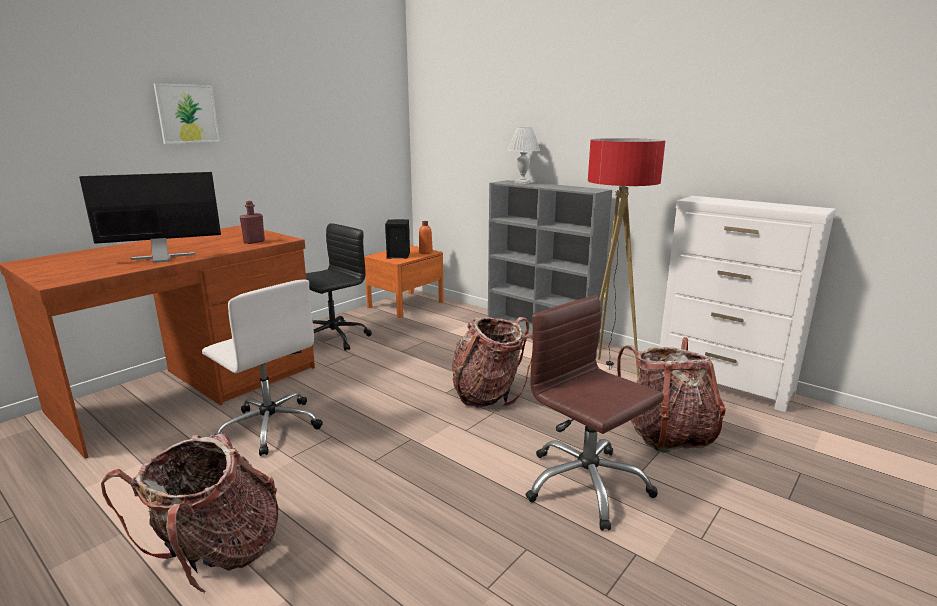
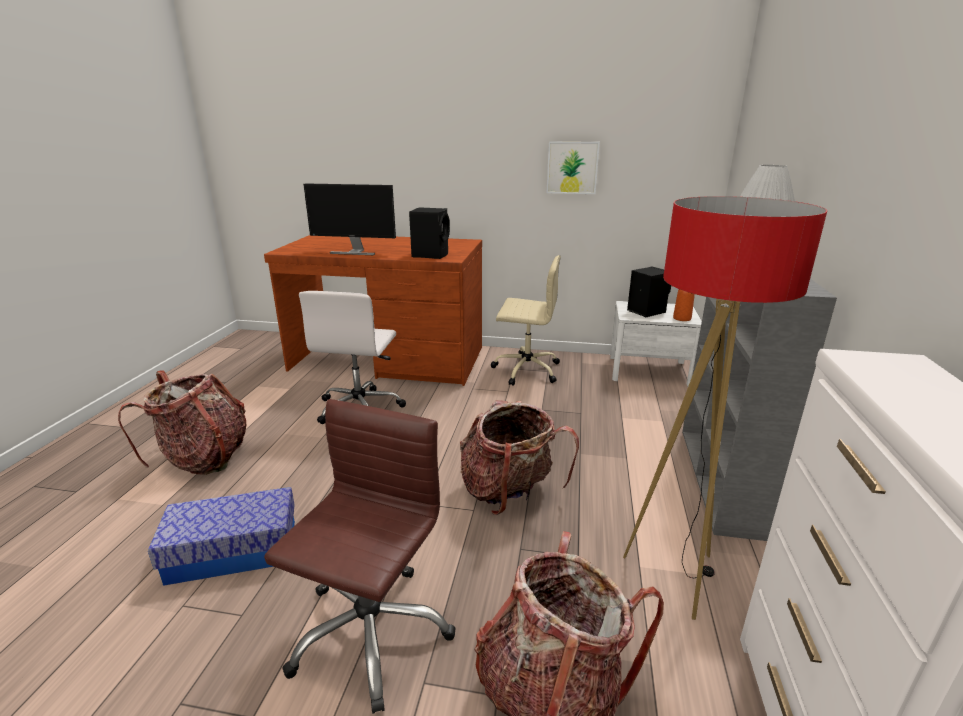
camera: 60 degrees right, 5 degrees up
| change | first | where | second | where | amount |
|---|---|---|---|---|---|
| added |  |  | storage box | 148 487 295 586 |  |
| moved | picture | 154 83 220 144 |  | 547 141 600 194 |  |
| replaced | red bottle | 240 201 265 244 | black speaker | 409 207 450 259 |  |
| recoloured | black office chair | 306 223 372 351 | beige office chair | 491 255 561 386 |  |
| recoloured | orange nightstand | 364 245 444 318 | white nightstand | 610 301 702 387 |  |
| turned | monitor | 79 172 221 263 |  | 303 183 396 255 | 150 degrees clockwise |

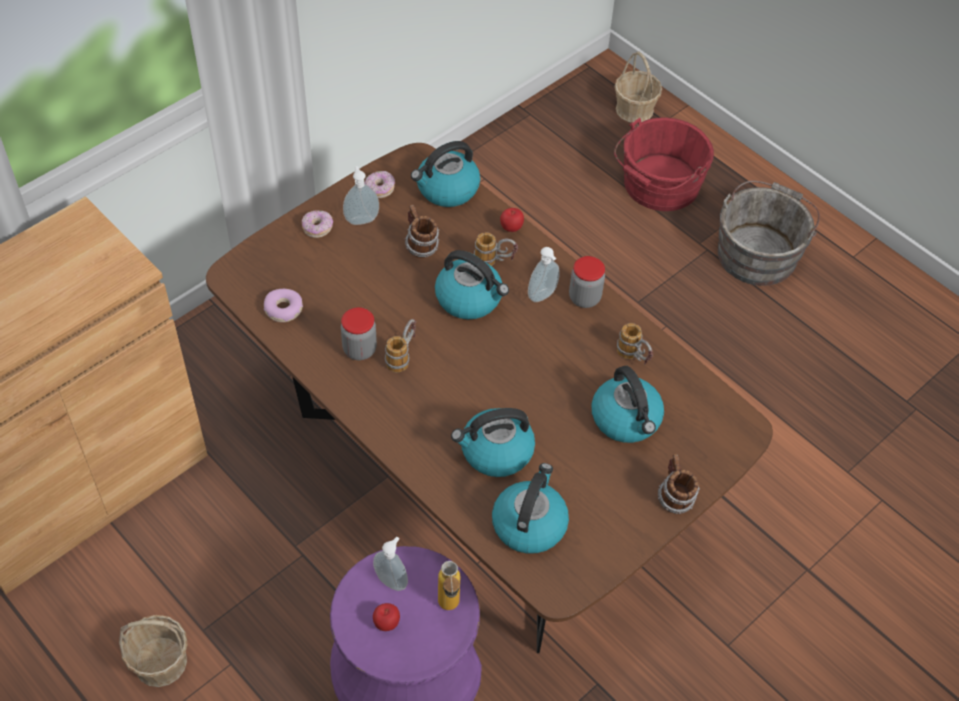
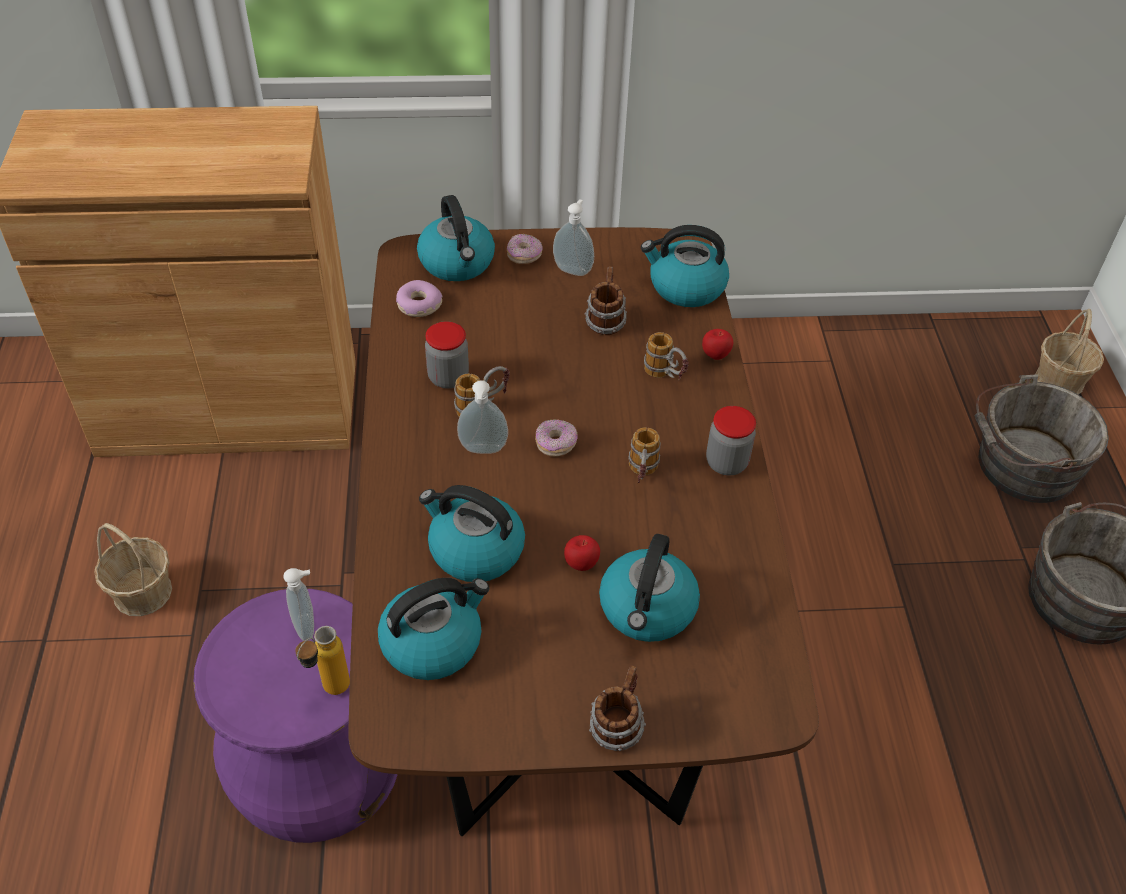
camera: 40 degrees right, 5 degrees down
| change | first | where | second | where | amount |
|---|---|---|---|---|---|
| moved | donut | 365 171 395 198 |  | 535 419 578 457 |  |
| moved | apple | 373 603 400 631 |  | 564 535 600 571 |  |
| moved | kettle | 435 250 509 319 |  | 417 195 495 281 |  |
| moved | soap dispenser | 528 247 560 302 |  | 457 380 508 454 |  |
| moved | mug | 617 323 653 365 |  | 628 427 661 483 |  |
| recoloured | red bucket | 614 117 714 211 | grey bucket | 975 374 1108 503 |  |

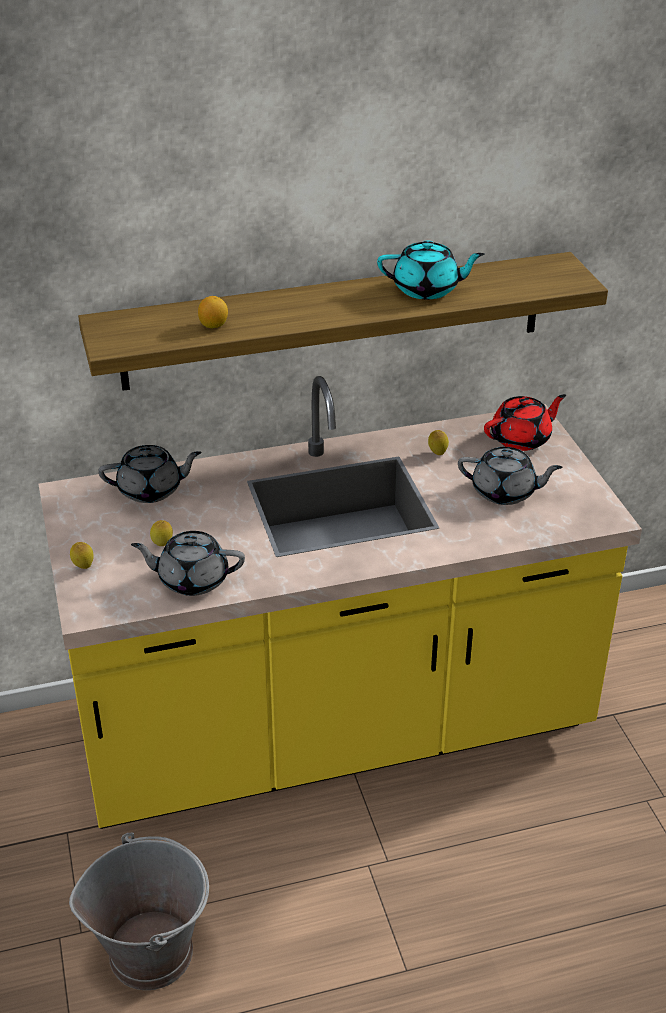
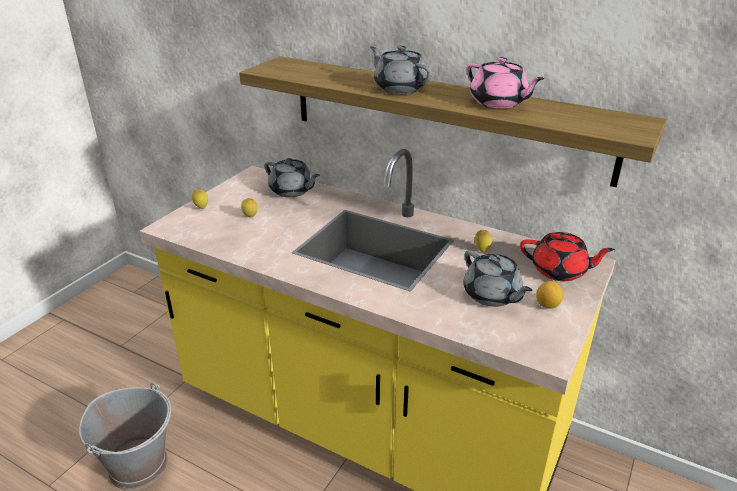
camera: 45 degrees right, 5 degrees down
| change | first | where | second | where | amount |
|---|---|---|---|---|---|
| moved | grey teapot | 131 531 245 596 |  | 370 45 432 94 |  |
| moved | lemon | 198 296 228 328 |  | 536 281 563 309 |  |
| recoloured | turquoise teapot | 377 240 484 299 | pink teapot | 466 57 545 109 |  |

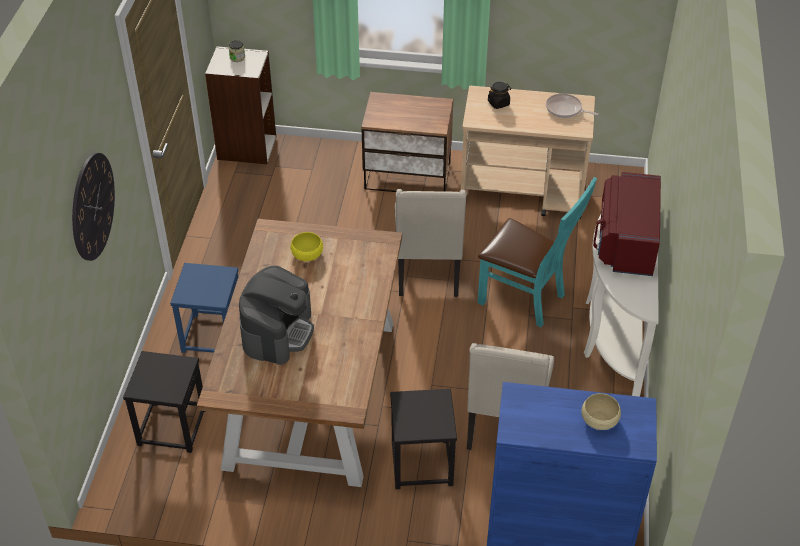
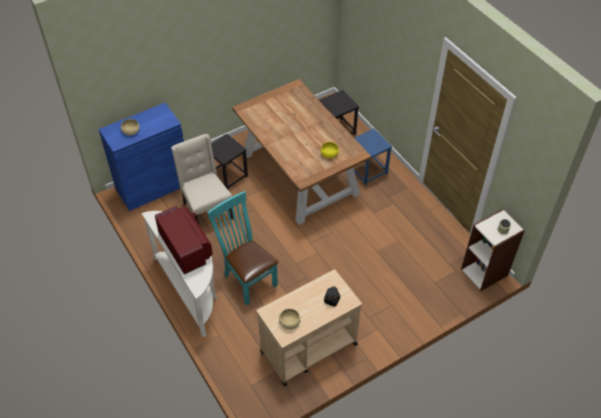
camera: 140 degrees right, 5 degrees up
| change | first | where | second | where | amount |
|---|---|---|---|---|---|
| removed | wall clock | 72 153 115 261 |  |  |  |
| removed | coffee machine | 239 266 314 365 |  |  |  |
| removed | nightstand | 361 92 453 192 |  |  |  |
| removed | beige chair | 395 189 466 297 |  |  |  |
| replaced | frying pan | 546 94 598 118 | beige bowl | 279 309 301 330 |  |
| turned | turquoise chair | 478 177 597 327 |  | 207 191 278 305 | 60 degrees clockwise |

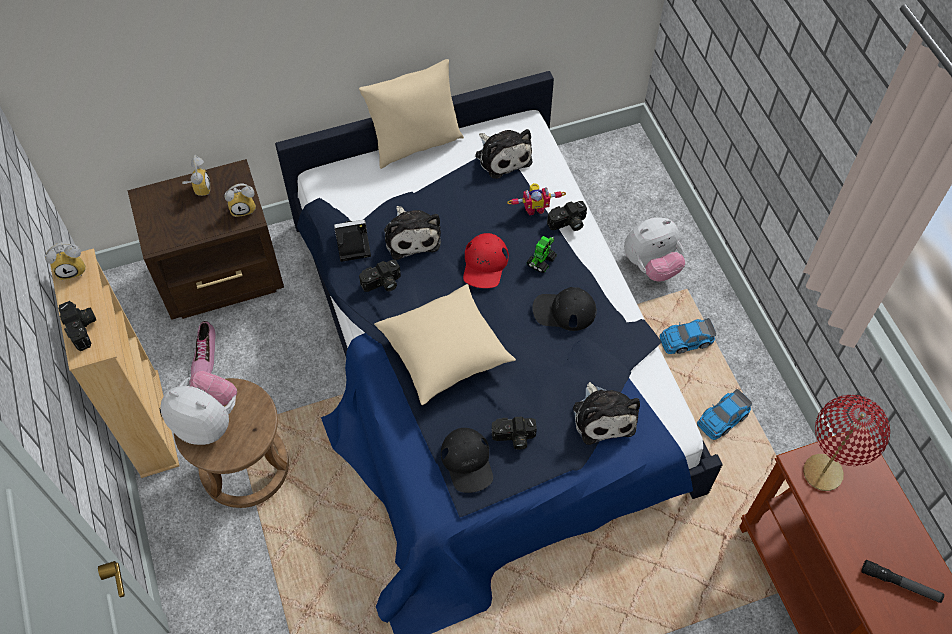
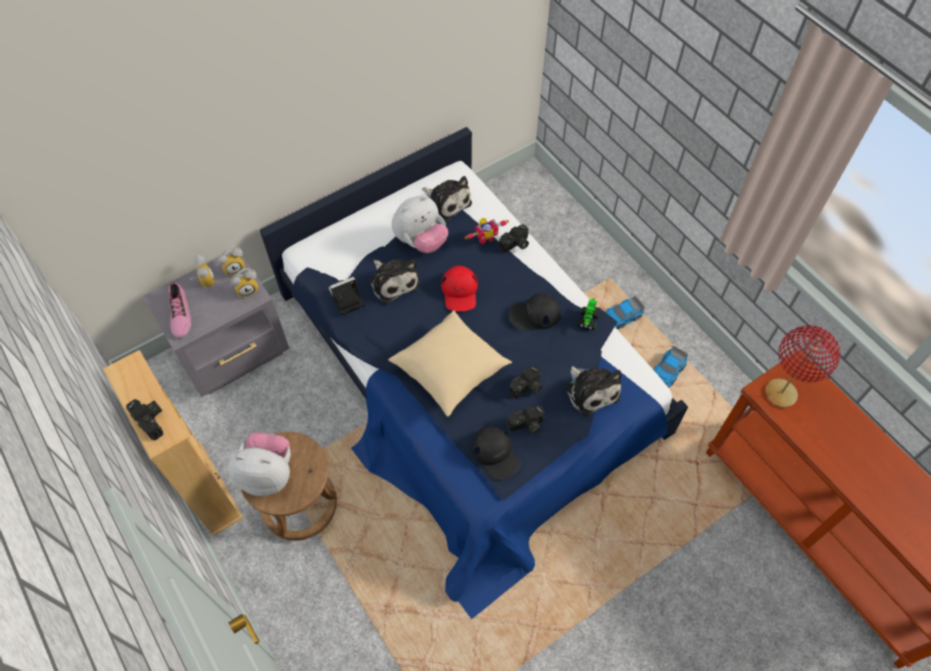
camera: 15 degrees left, 0 degrees up
| change | first | where | second | where | amount |
|---|---|---|---|---|---|
| removed | beige pillow | 359 59 464 169 |  |  |  |
| removed | flashlight | 861 560 944 603 |  |  |  |
| moved | alarm clock | 45 242 86 280 |  | 218 246 245 277 |  |
| moved | shoe | 191 321 216 376 |  | 169 282 191 338 |  |
| moved | photo camera | 359 260 401 292 |  | 509 365 542 399 |  |
| moved | toy robot | 526 236 557 273 |  | 577 298 600 330 |  |
| moved | plush toy | 624 217 685 282 |  | 392 196 448 253 |  |
| recoloured | brown nightstand | 128 159 284 320 | grey nightstand | 142 252 289 397 |  |

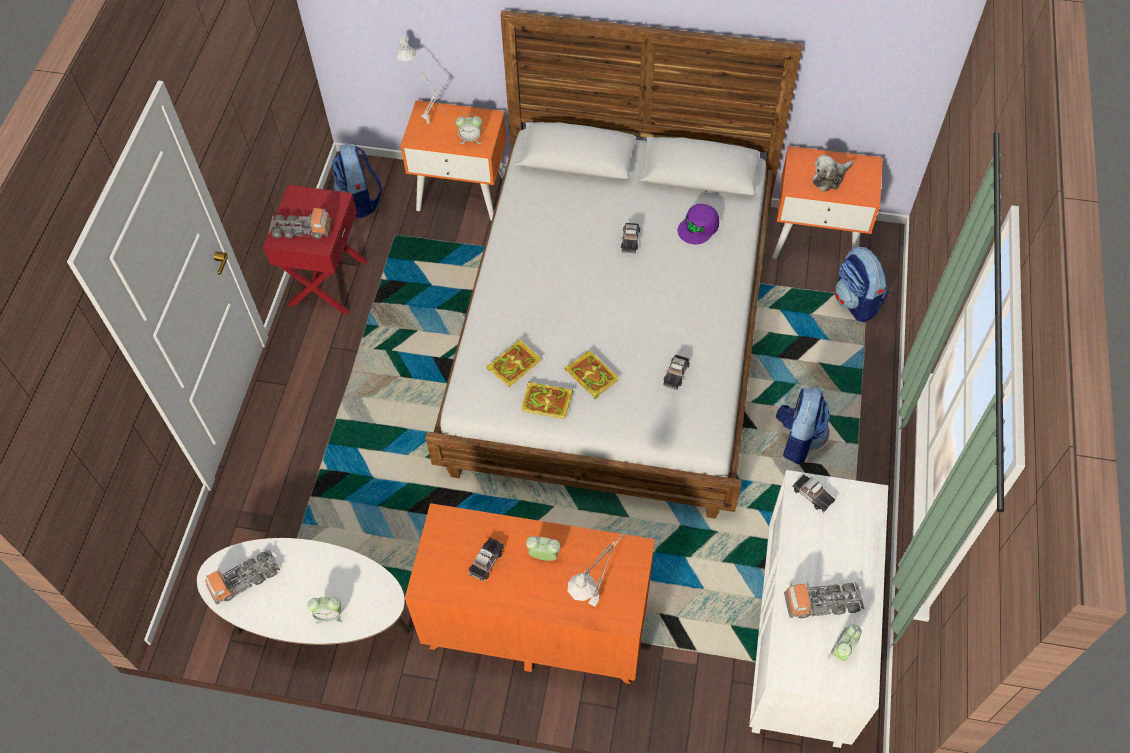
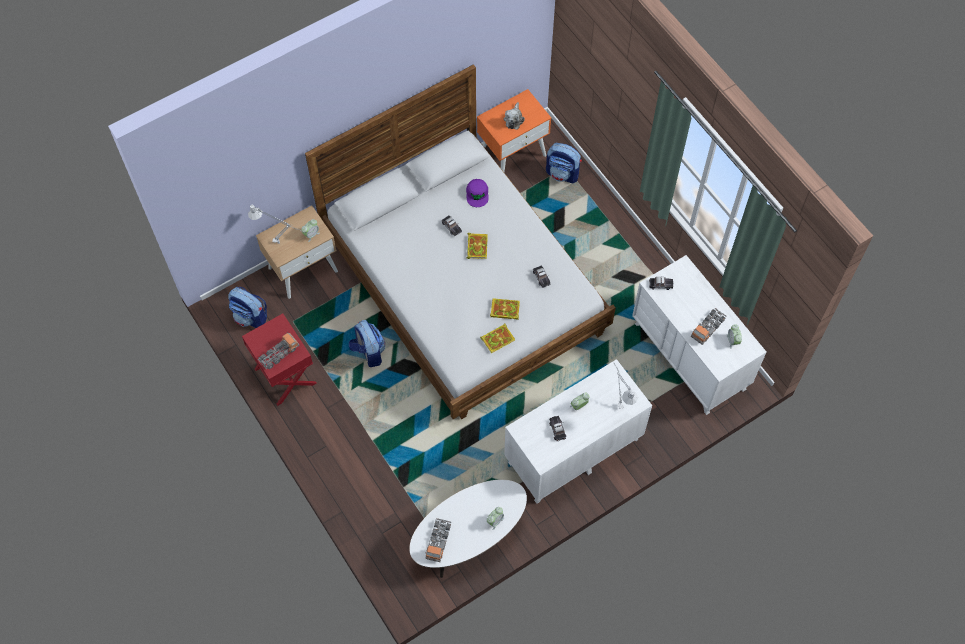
camera: 45 degrees left, 5 degrees up
| change | first | where | second | where | amount |
|---|---|---|---|---|---|
| moved | book | 486 339 541 387 |  | 466 233 488 259 |  |
| moved | backpack | 776 387 830 464 |  | 349 320 385 367 |  |
| recoloured | orange nightstand | 400 100 507 221 | beige nightstand | 256 205 338 299 |  |
| recoloured | orange dresser | 405 503 655 684 | white dresser | 504 359 652 504 |  |

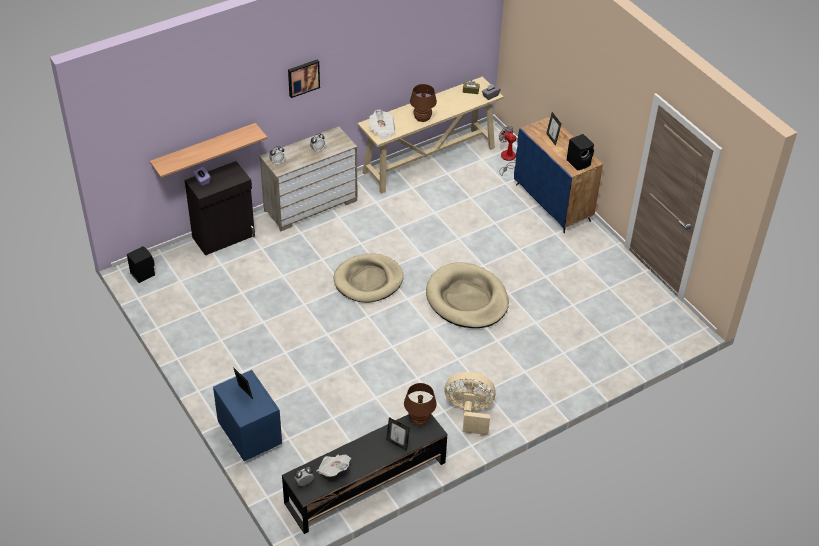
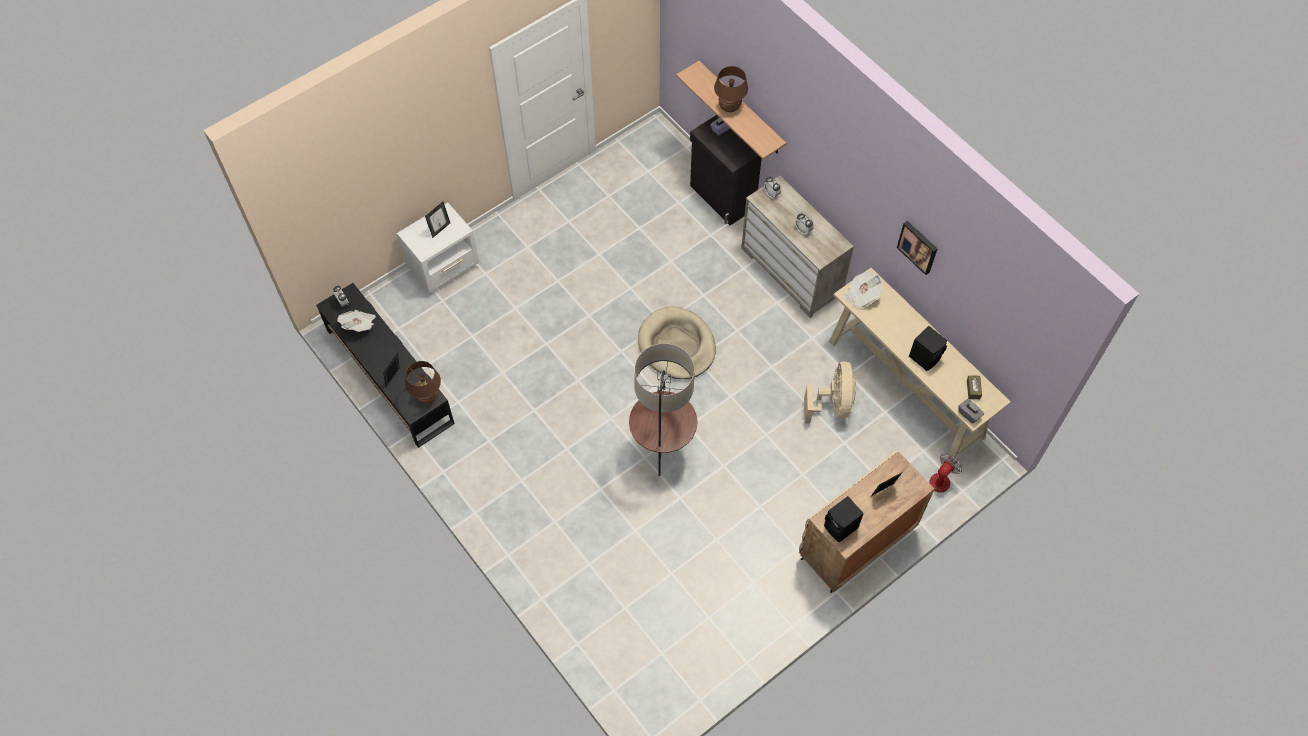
camera: 85 degrees right, 15 degrees up
| change | first | where | second | where | amount |
|---|---|---|---|---|---|
| moved | black speaker | 127 246 155 283 |  | 909 326 947 371 |  |
| moved | picture | 288 60 320 98 |  | 897 221 937 275 |  |
| moved | brown table lamp | 410 84 437 122 |  | 714 66 748 112 |  |
| moved | beige fan | 444 372 496 435 |  | 804 361 856 424 |  |
| replaced | beige dog bed | 426 262 509 328 | floor lamp | 629 343 697 476 |  |
| recoloured | blue nightstand | 213 370 282 461 | white nightstand | 397 202 479 293 |  |
| recoloured | blue cabinet | 514 116 603 233 | beige cabinet | 799 450 935 593 |  |

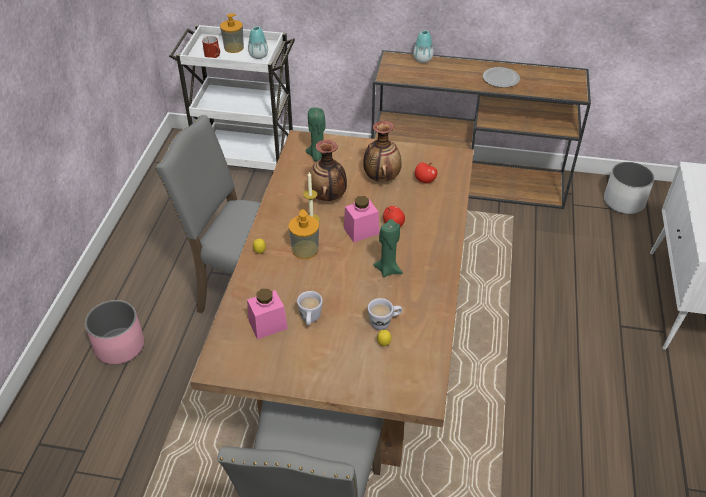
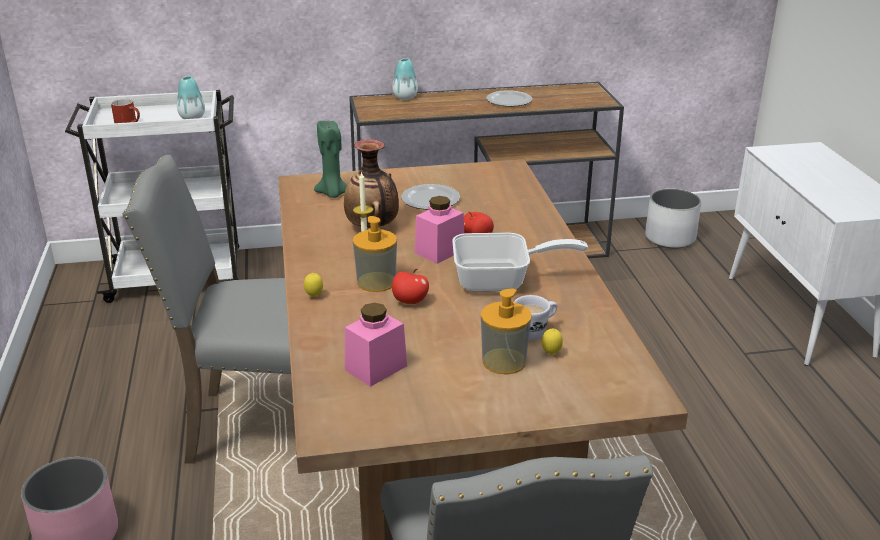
camera: 20 degrees left, 15 degrees down
| change | first | where | second | where | amount |
|---|---|---|---|---|---|
| removed | white mug | 297 291 323 325 |  |  |  |
| moved | soap dispenser | 220 14 244 53 |  | 481 289 532 375 |  |
| moved | apple | 415 162 437 184 |  | 392 268 429 304 |  |
| replaced | vase | 363 121 402 182 | plate | 401 184 460 210 |  |
| replaced | green candle | 373 219 403 277 | frying pan | 452 233 588 291 |  |

